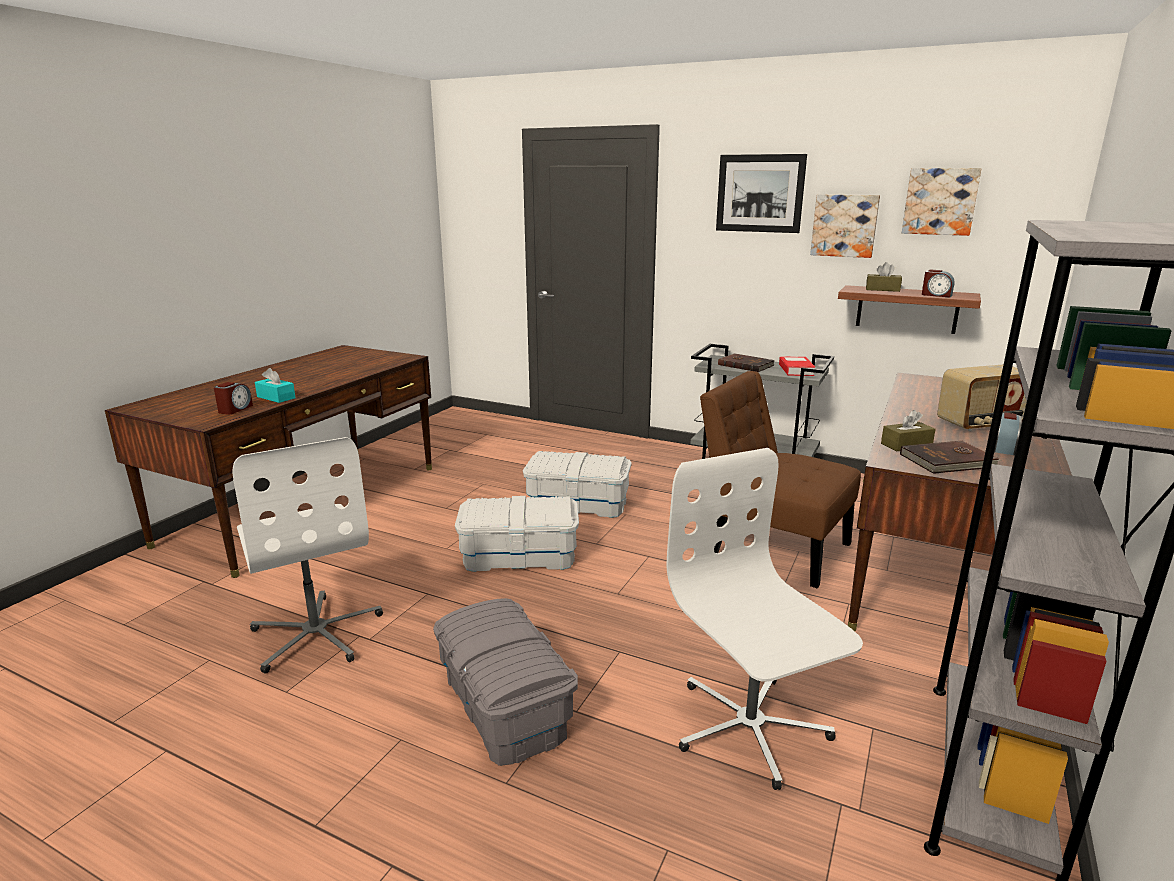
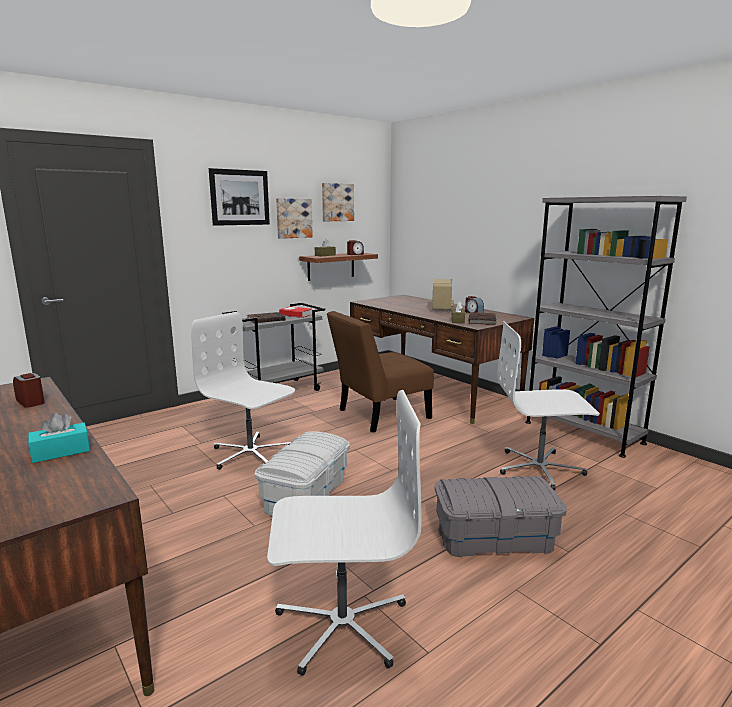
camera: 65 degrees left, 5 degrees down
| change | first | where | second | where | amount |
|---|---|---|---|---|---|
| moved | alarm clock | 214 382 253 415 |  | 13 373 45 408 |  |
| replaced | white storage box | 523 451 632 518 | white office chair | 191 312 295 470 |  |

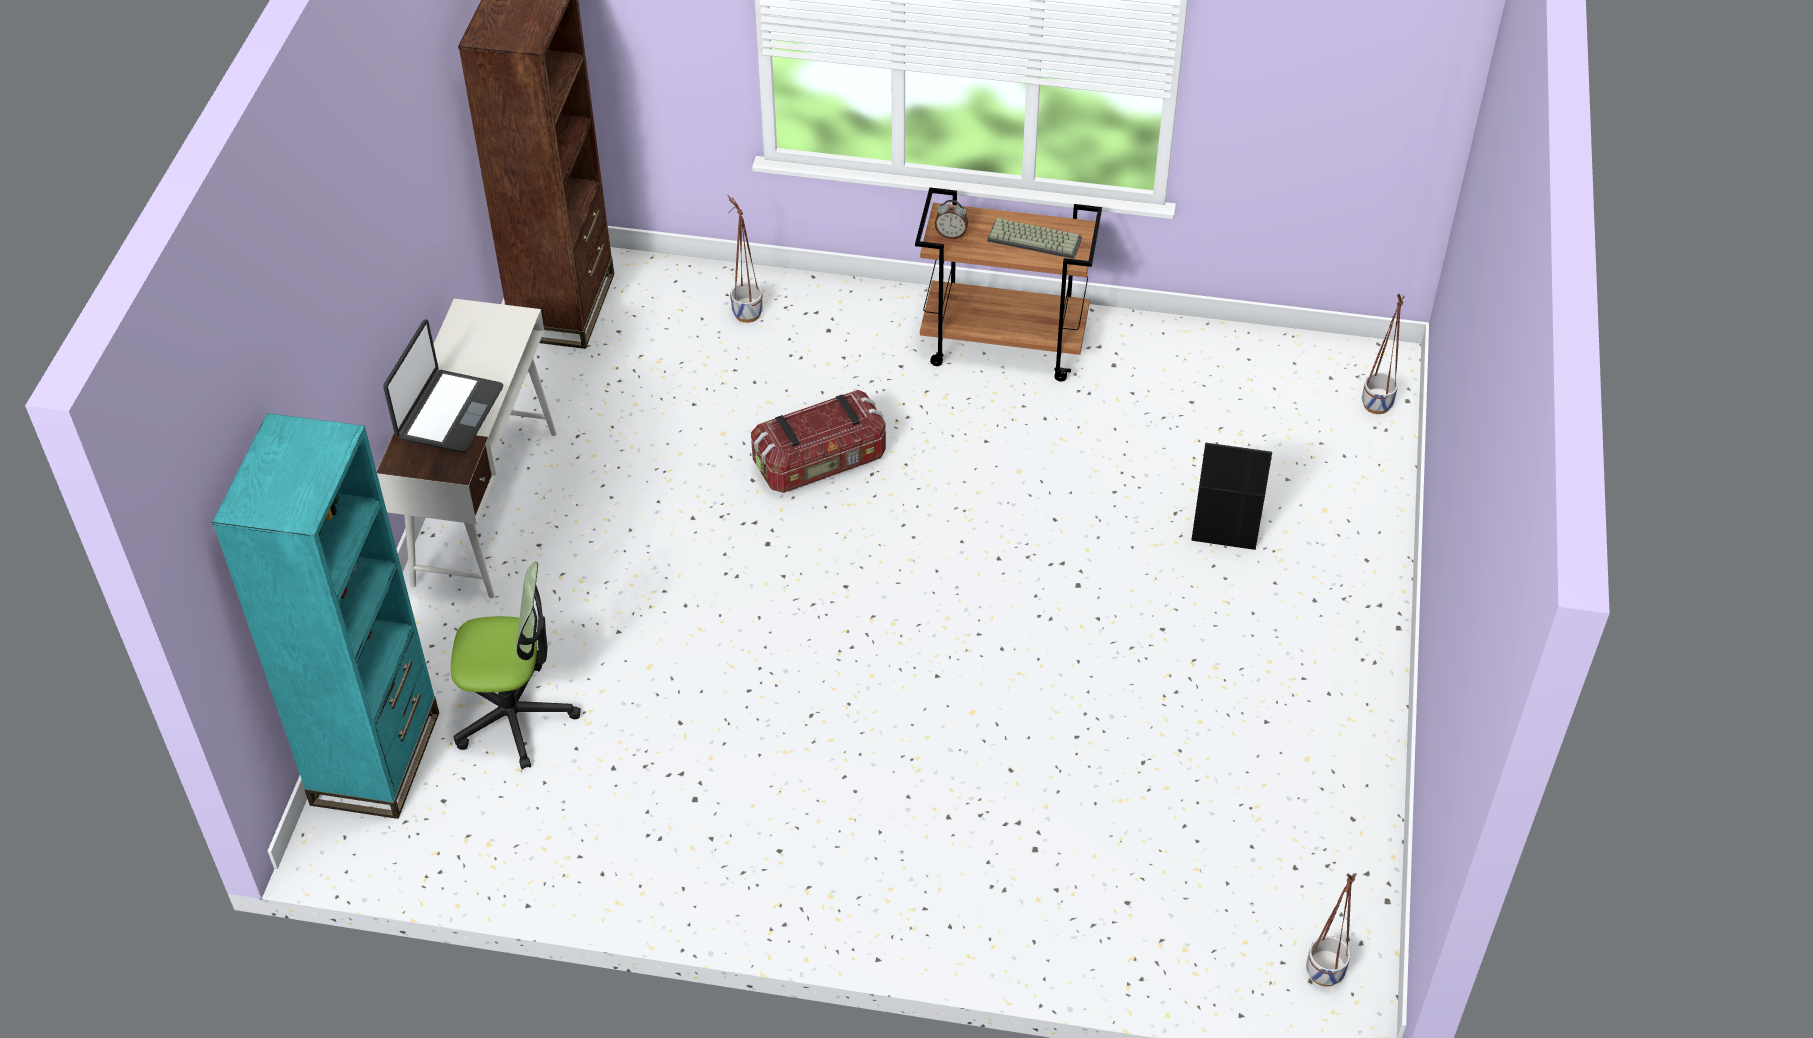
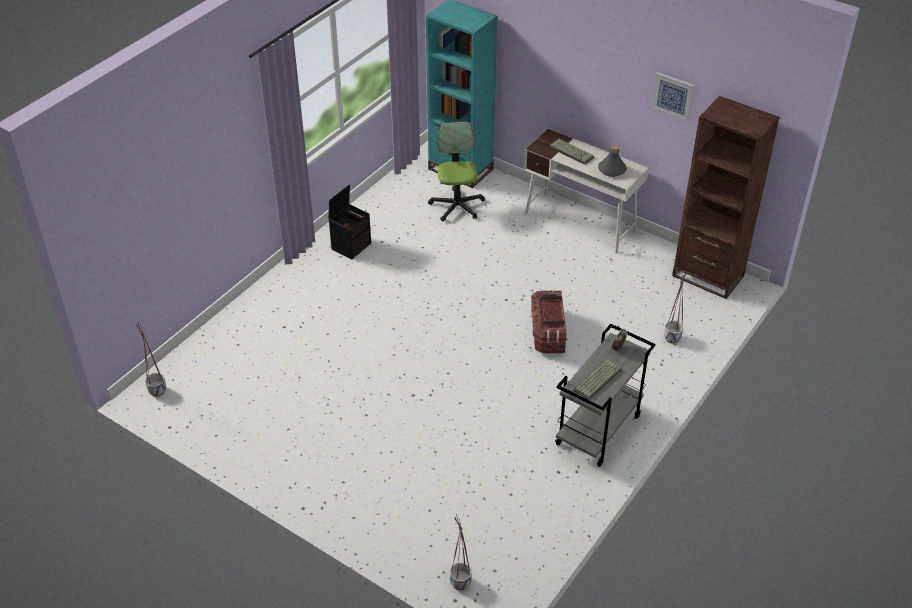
camera: 115 degrees right, 5 degrees down
| change | first | where | second | where | amount |
|---|---|---|---|---|---|
| added |  |  | grey bottle | 598 145 627 177 |  |
| added |  |  | picture | 651 72 695 122 |  |
| moved | black storage box | 1191 443 1272 550 |  | 328 184 371 259 |  |
| replaced | laptop | 383 319 503 453 | keyboard | 549 139 595 165 |  |
| recoloured | brown cart | 915 188 1102 382 | grey cart | 555 324 656 467 |  |
| turned | office chair | 451 562 581 769 |  | 428 122 485 222 | 150 degrees clockwise |

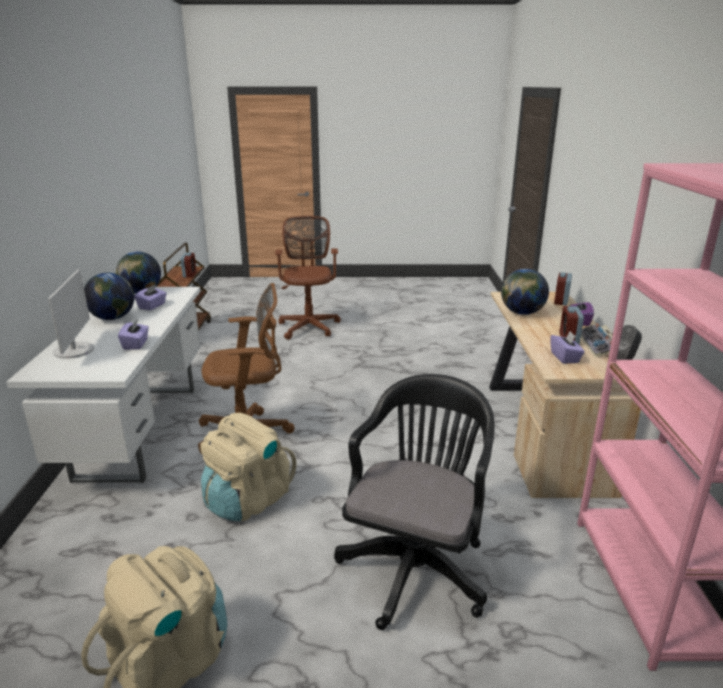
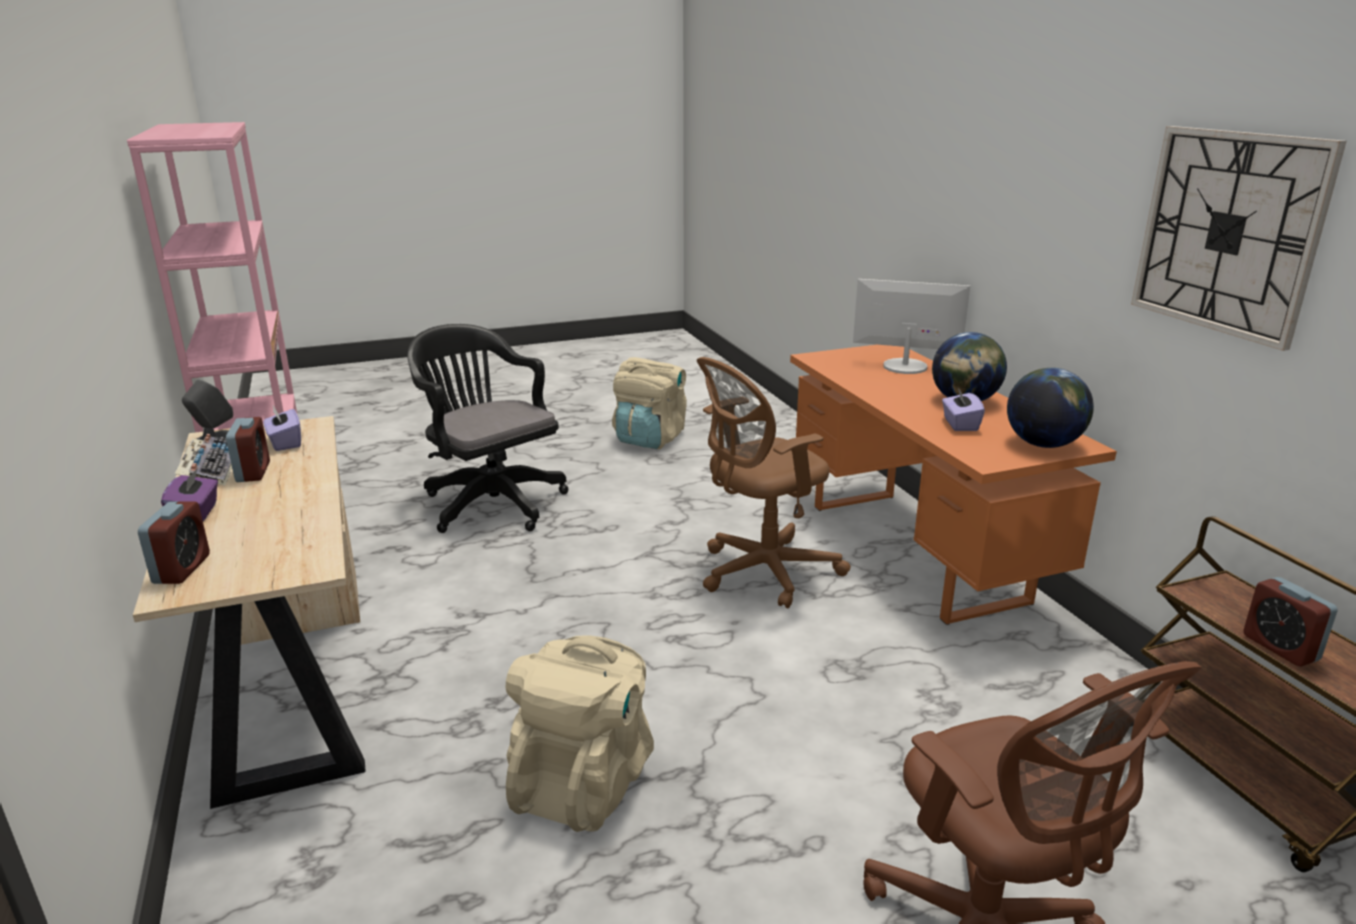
camera: 160 degrees right, 0 degrees up
| change | first | where | second | where | amount |
|---|---|---|---|---|---|
| removed | purple tissue box | 118 319 149 350 |  |  |  |
| removed | globe | 501 269 549 315 |  |  |  |
| added |  |  | wall clock | 1131 126 1347 351 |  |
| moved | beige backpack | 200 413 297 521 |  | 506 635 654 832 |  |
| recoloured | white desk | 6 287 201 483 | orange desk | 790 345 1117 625 |  |
| turned | monitor | 48 269 94 359 |  | 853 279 970 374 | 135 degrees clockwise |
| turned | black office chair | 334 374 494 630 |  | 407 324 569 533 | 135 degrees clockwise |

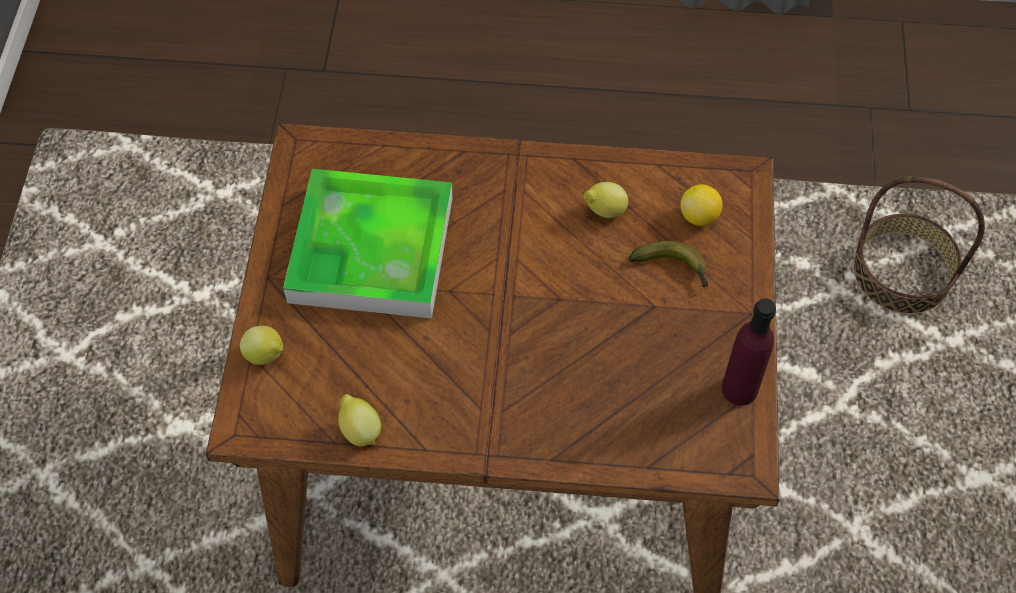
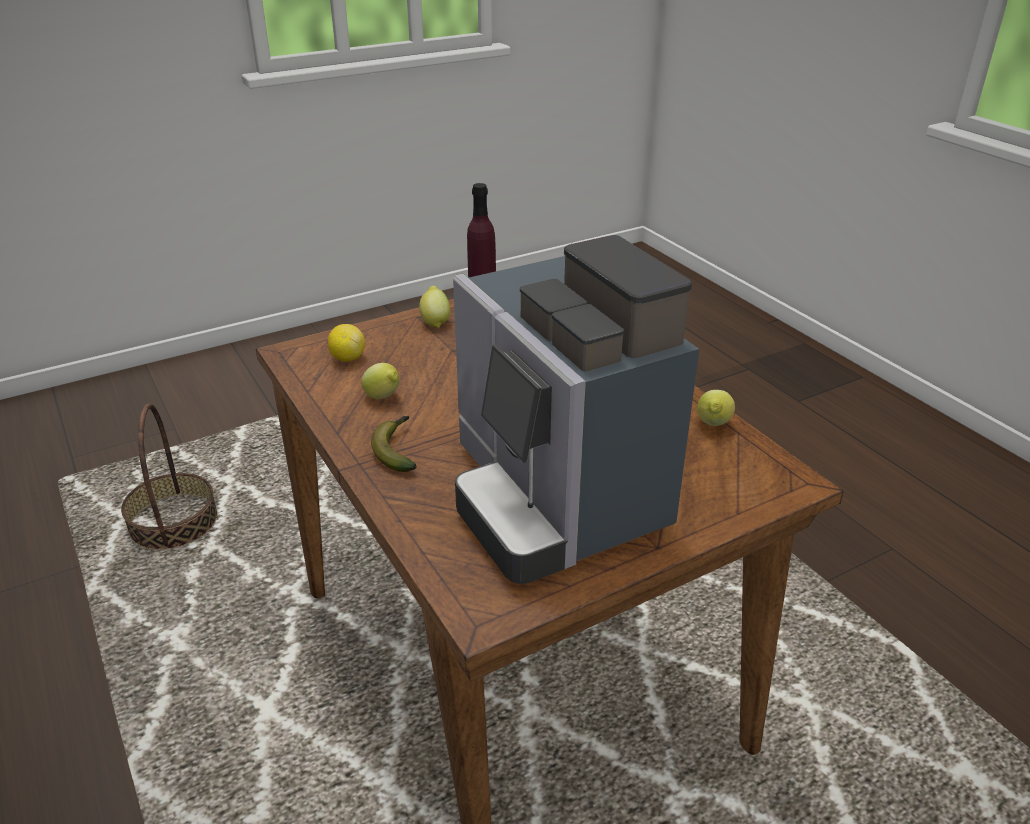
camera: 125 degrees left, 25 degrees down
| change | first | where | second | where | amount |
|---|---|---|---|---|---|
| moved | lemon | 240 326 283 365 |  | 419 285 450 328 |  |
| moved | banana | 628 241 708 287 |  | 371 416 416 472 |  |
| replaced | tray | 283 169 453 318 | coffee machine | 453 235 699 584 |  |

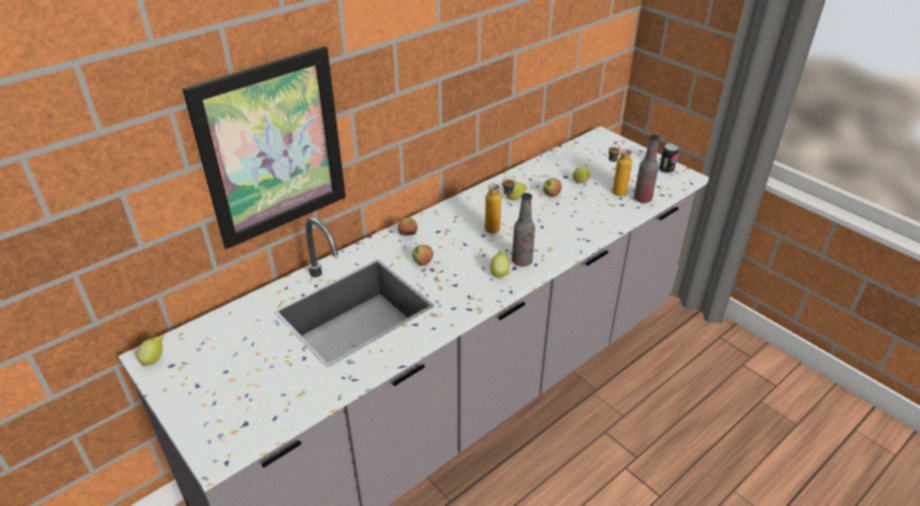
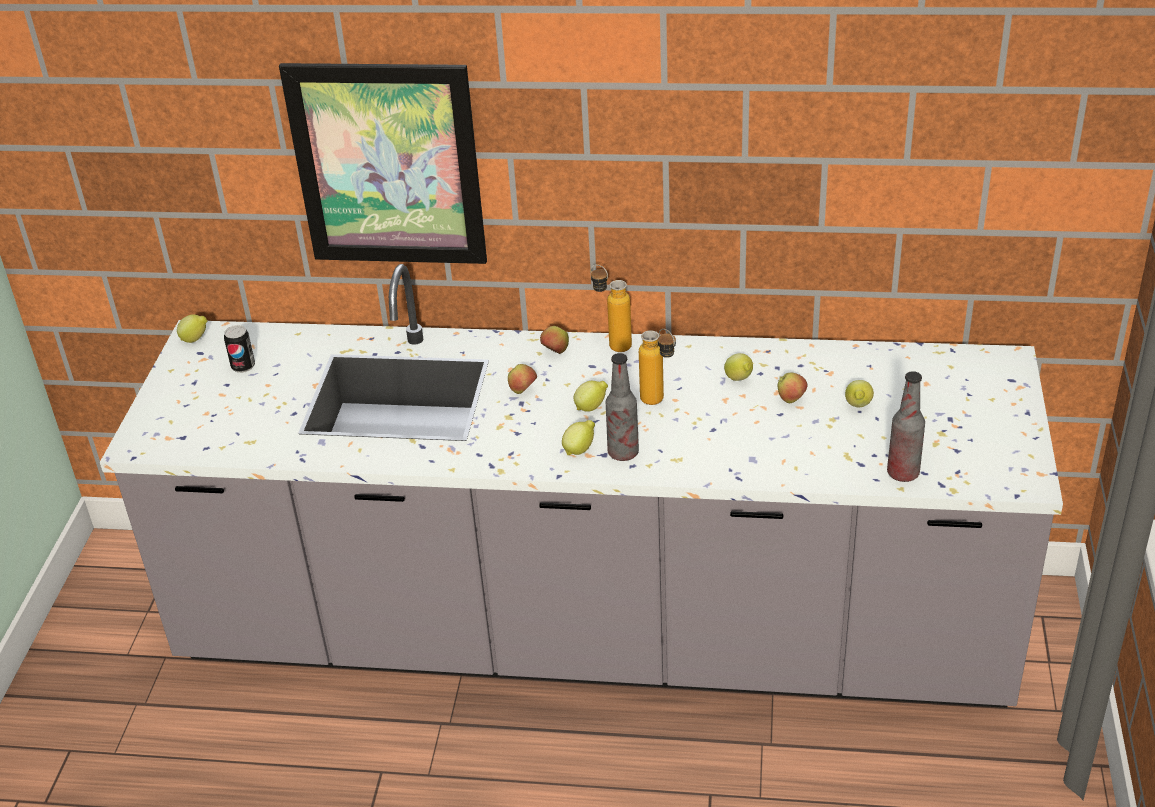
camera: 50 degrees right, 0 degrees up
| change | first | where | second | where | amount |
|---|---|---|---|---|---|
| added |  |  | lemon | 574 381 608 412 |  |
| moved | bottle | 608 144 632 196 |  | 591 264 632 352 |  |
| moved | can | 659 144 679 174 |  | 224 325 255 373 |  |

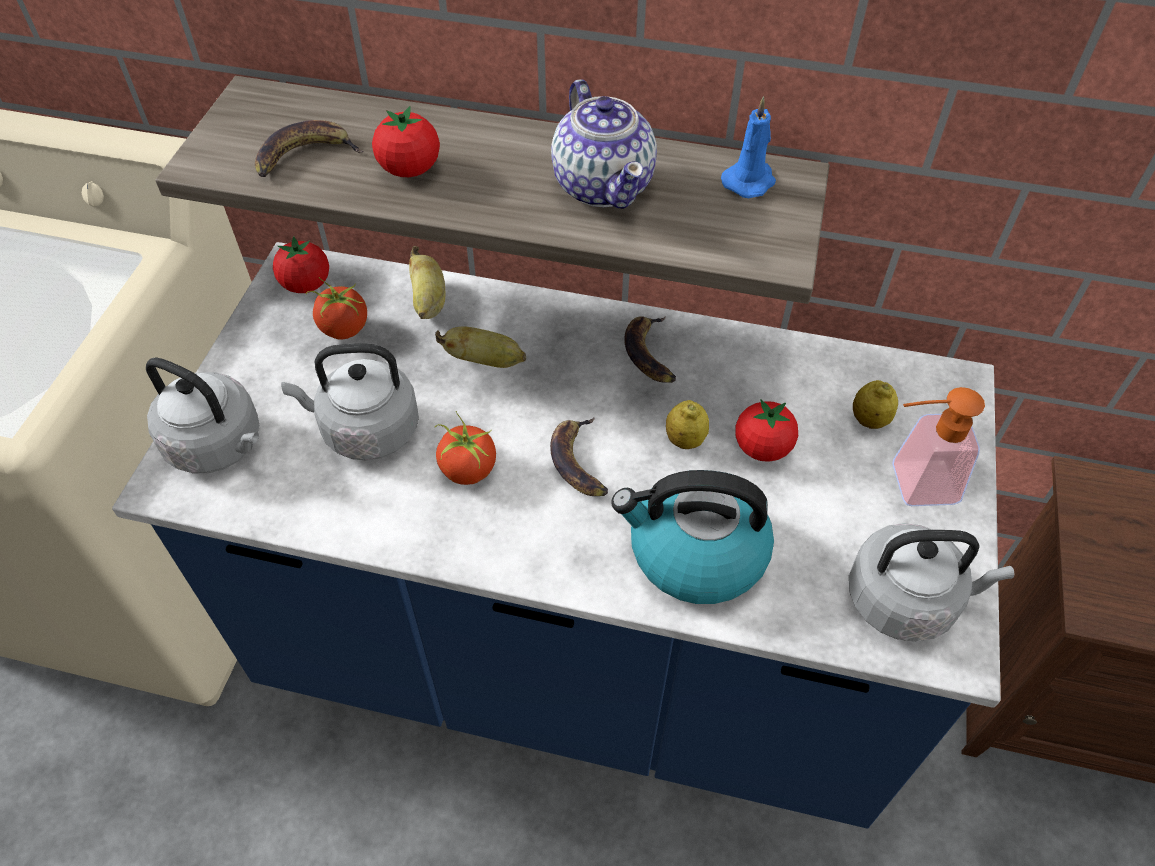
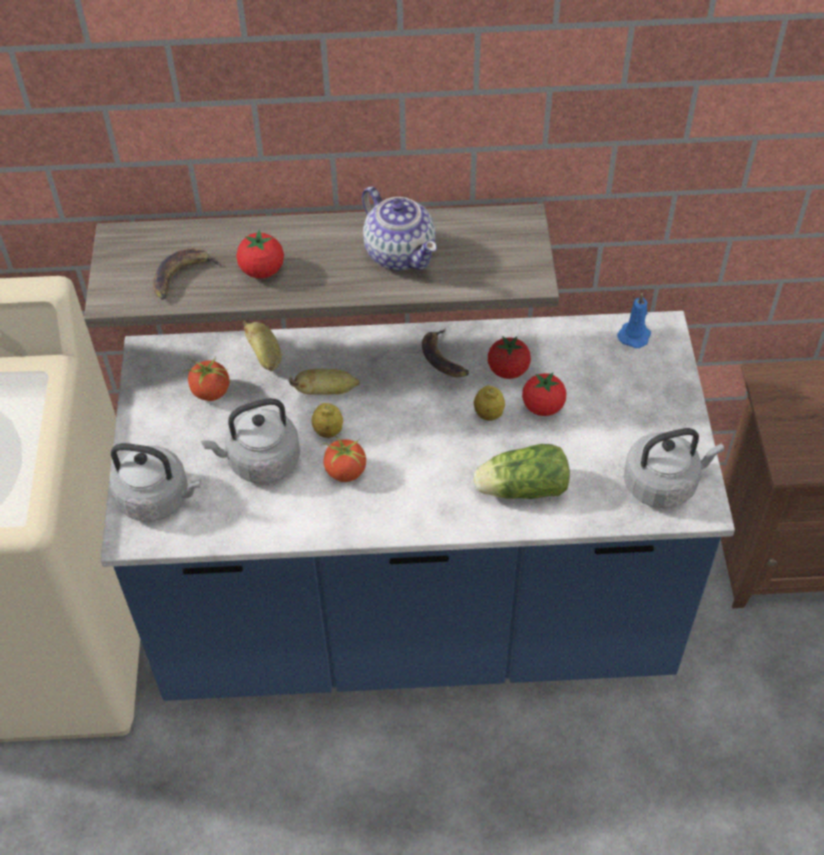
camera: 15 degrees left, 0 degrees up
| change | first | where | second | where | amount |
|---|---|---|---|---|---|
| removed | banana | 550 417 608 496 |  |  |  |
| removed | soap dispenser | 892 387 985 506 |  |  |  |
| moved | tomato | 273 236 329 293 |  | 488 336 531 379 |  |
| moved | blue candle | 721 96 776 198 |  | 617 293 651 348 |  |
| moved | lemon | 853 380 898 429 |  | 311 403 343 438 |  |
| replaced | kettle | 611 470 774 604 | lettuce | 474 444 570 499 |  |

